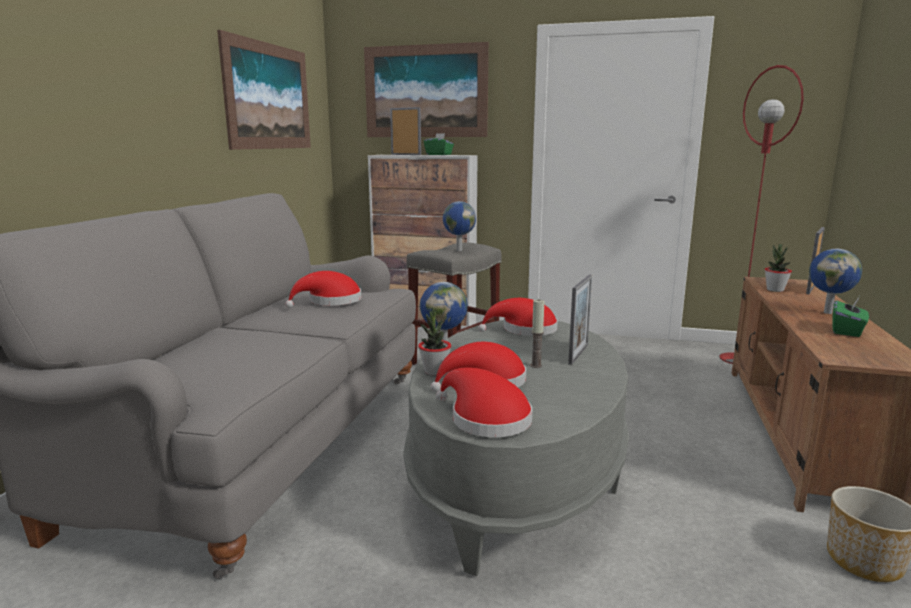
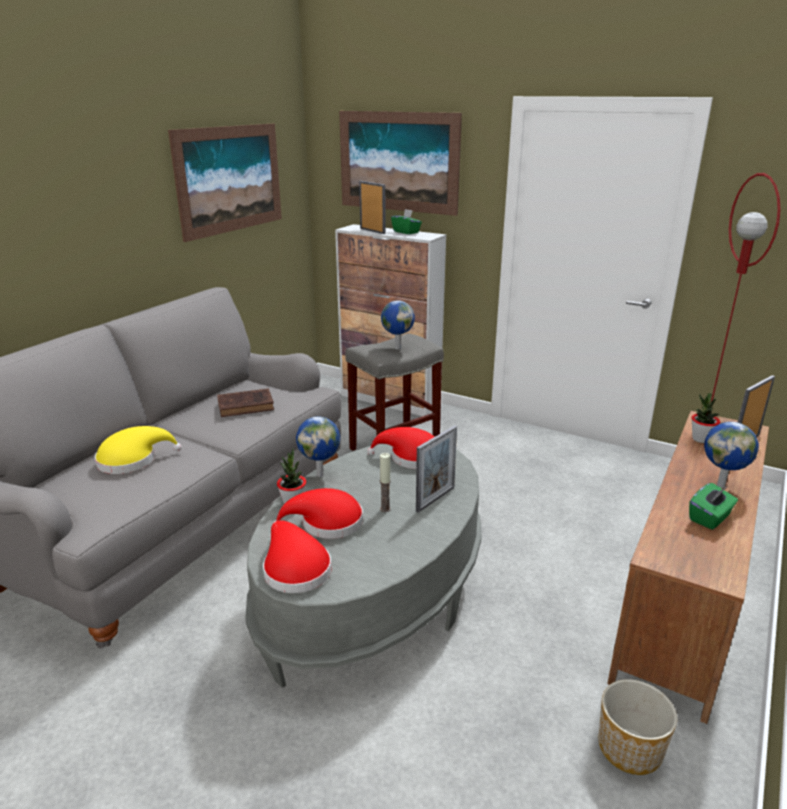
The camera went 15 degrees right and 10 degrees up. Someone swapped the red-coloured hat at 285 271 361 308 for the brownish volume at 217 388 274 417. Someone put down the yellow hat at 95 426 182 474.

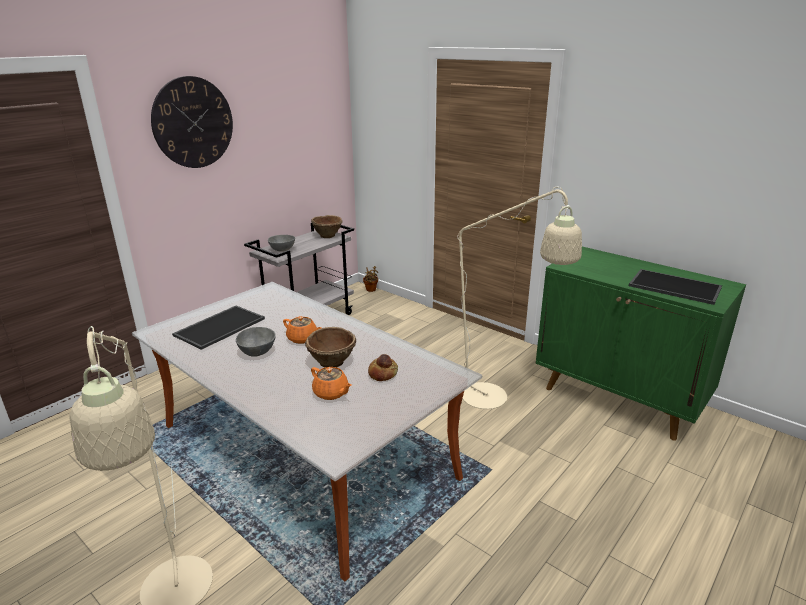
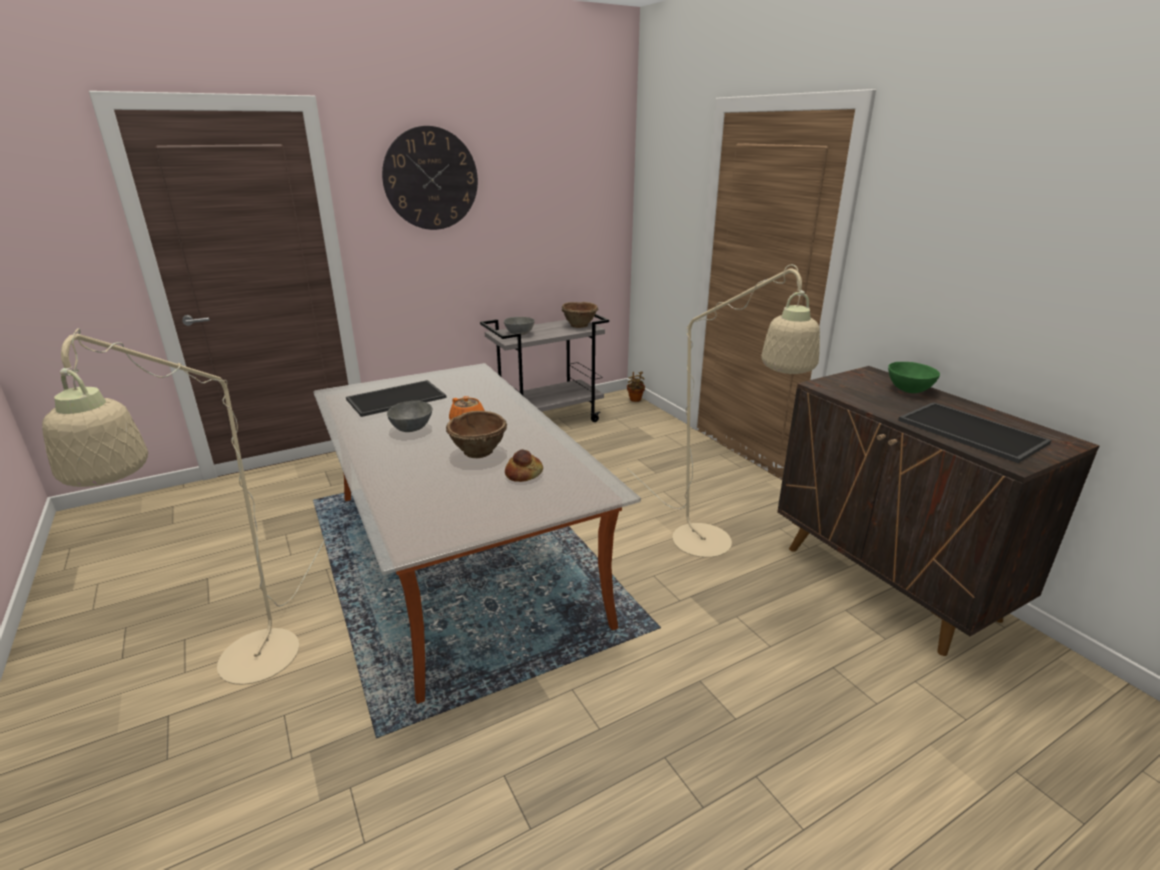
The camera went 20 degrees right and 0 degrees up. Someone repainted the greenish cabinet at 536 247 746 441, which became the brownish cabinet at 777 366 1099 656. Someone took away the orange tea pot at 311 367 352 400. Someone put down the greenish serving bowl at 888 362 940 393.

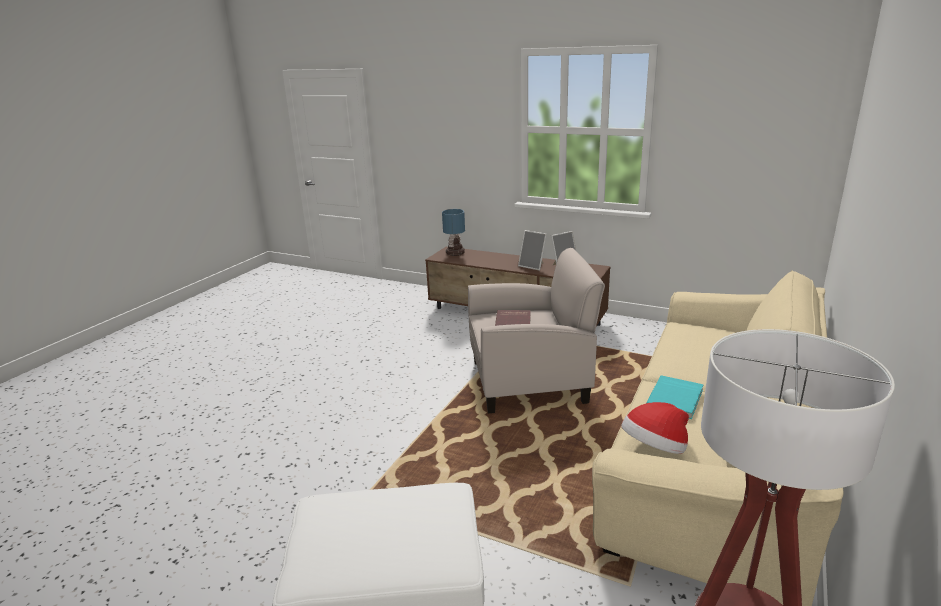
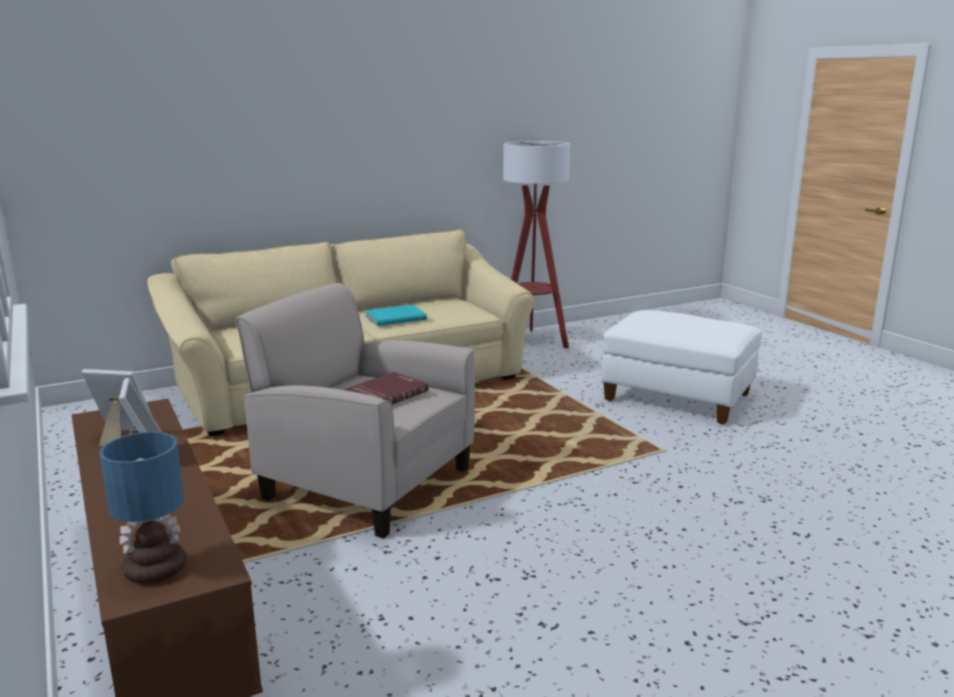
The camera went 145 degrees left and 5 degrees down. Someone took away the hat at 621 402 689 454.

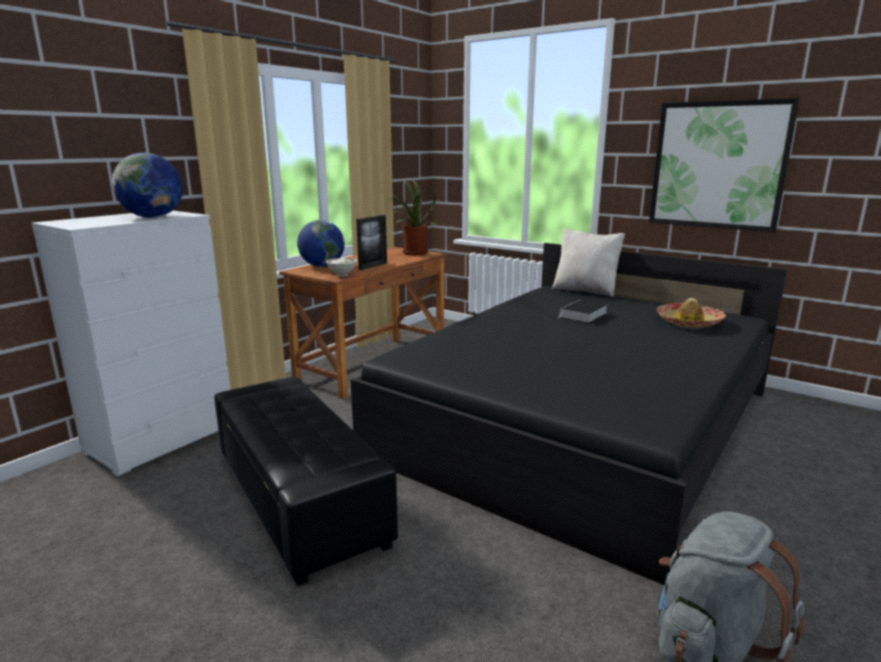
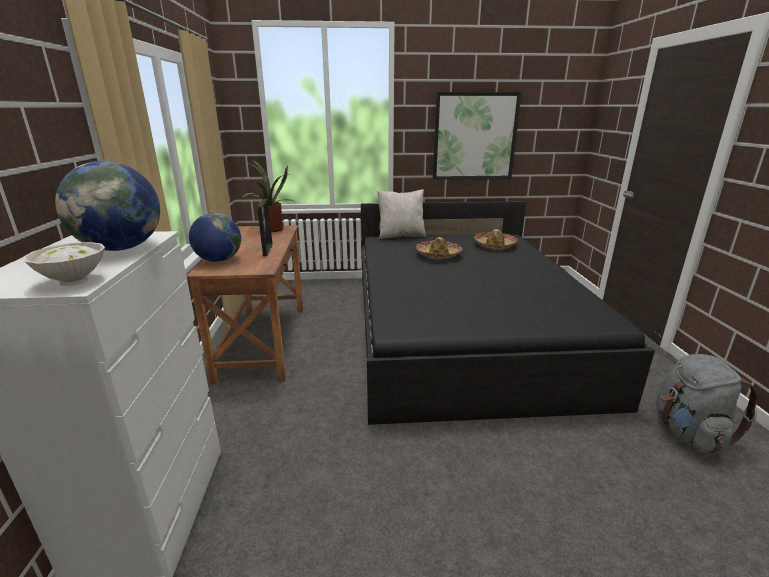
The camera went 40 degrees left and 5 degrees up. Someone carried the white serving bowl from 326 258 357 277 to 23 242 105 286. Someone swapped the volume at 557 300 607 322 for the hat at 416 237 462 259. Someone took away the blackish pouffe at 214 377 398 586.

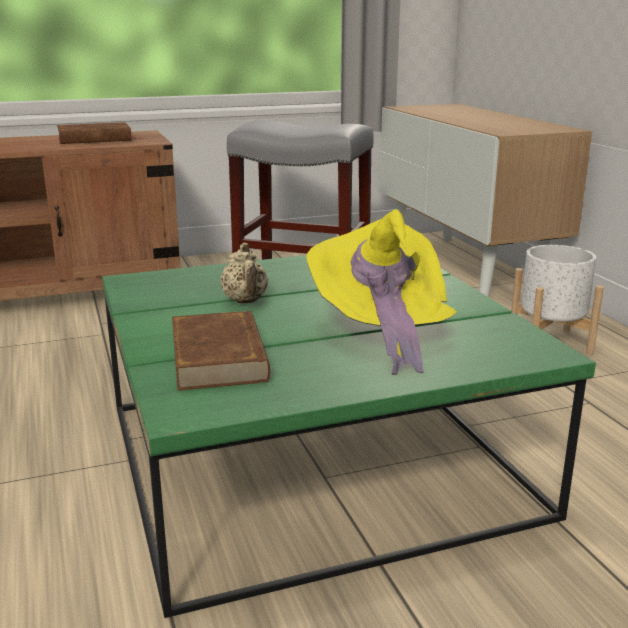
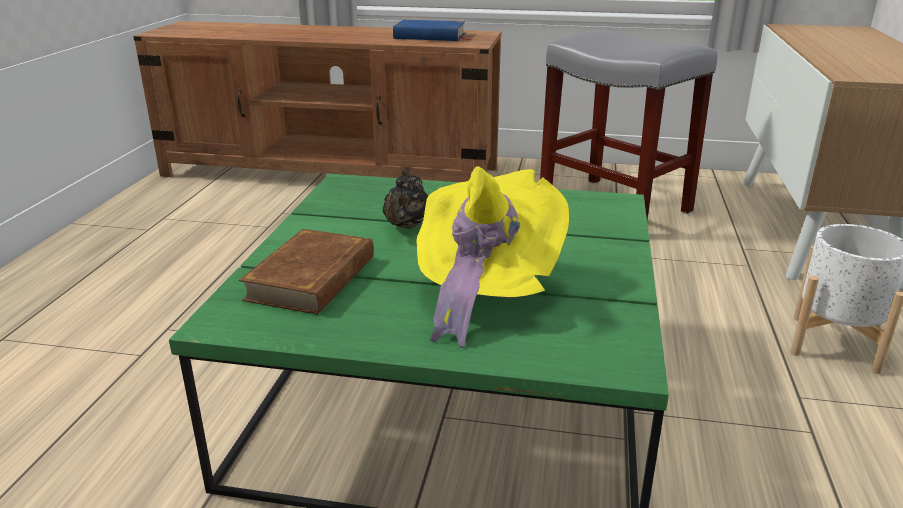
The camera went 30 degrees right and 5 degrees up. Someone repainted the brownish volume at 57 122 143 144, which became the blue-coloured volume at 393 20 472 41. Someone repainted the sand-coloured tea pot at 220 243 268 303, which became the blackish tea pot at 383 168 428 229.

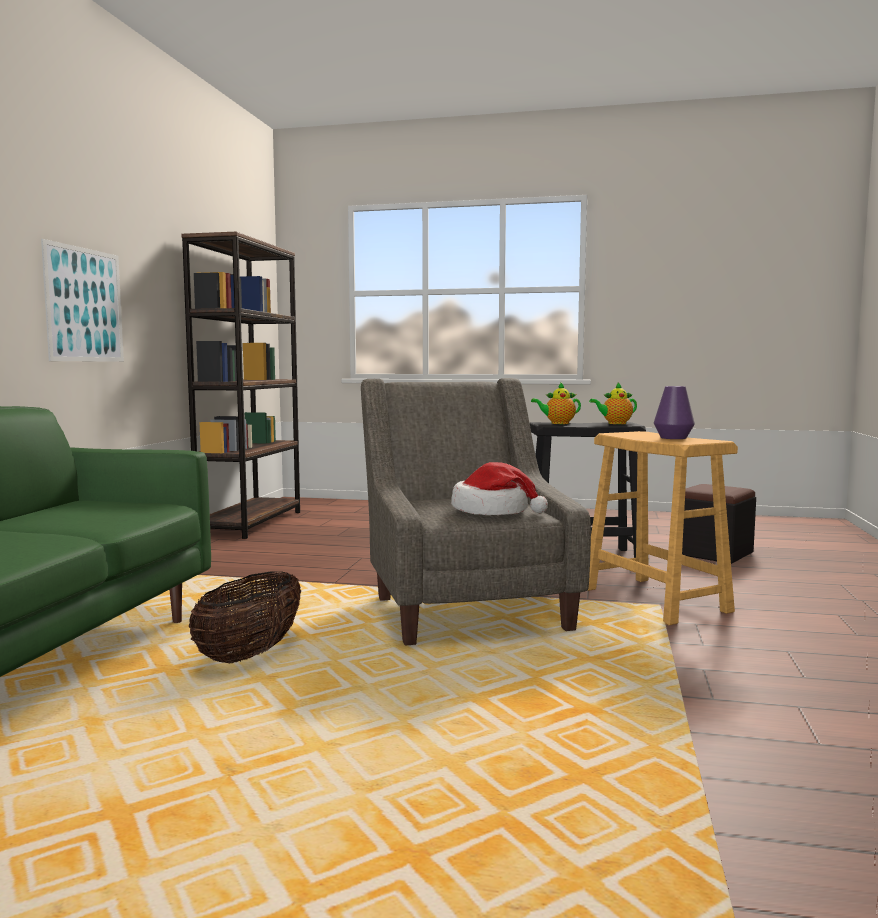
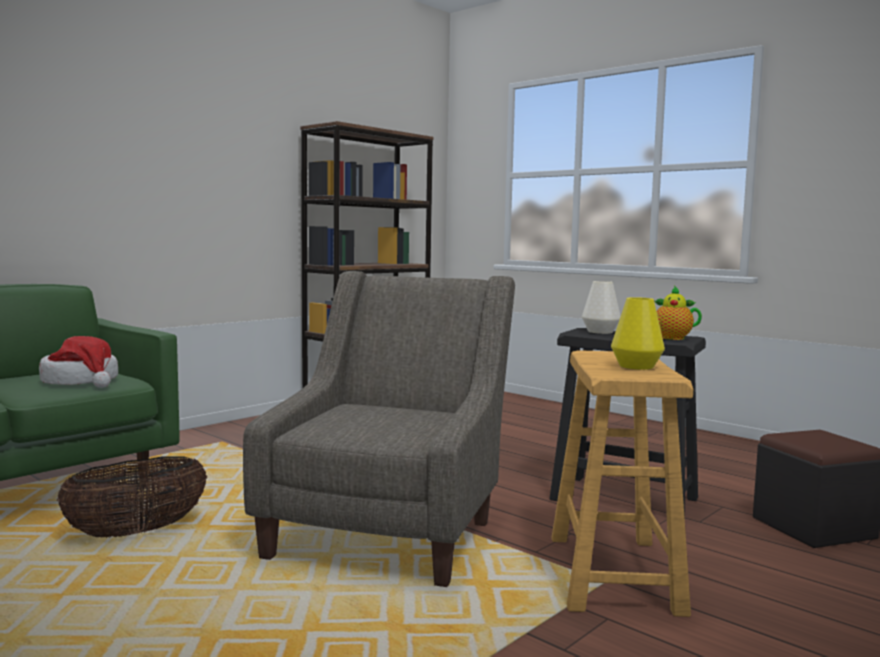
The camera went 30 degrees right and 0 degrees up. Someone took away the picture at 41 239 124 362. Someone swapped the tea pot at 531 382 581 424 for the white decorative vase at 582 281 621 334. Someone repainted the purple-coloured decorative vase at 654 386 695 439, which became the yellow decorative vase at 611 297 665 370. Someone carried the hat from 451 462 548 515 to 39 336 118 388.

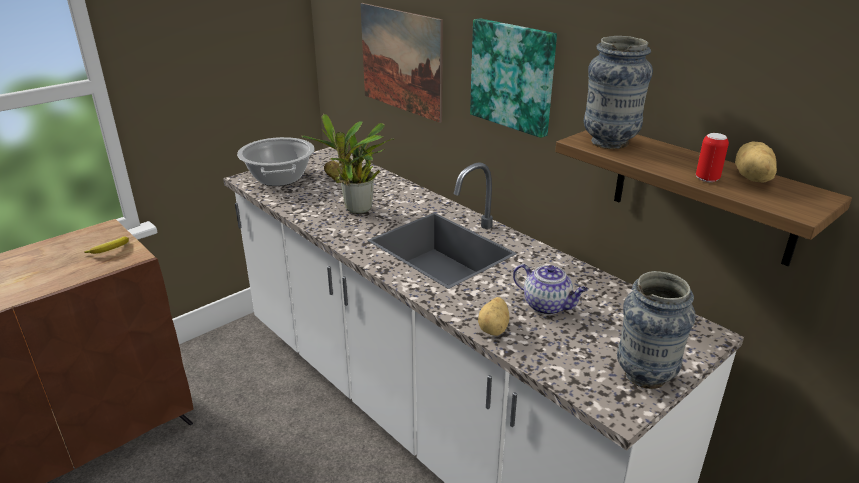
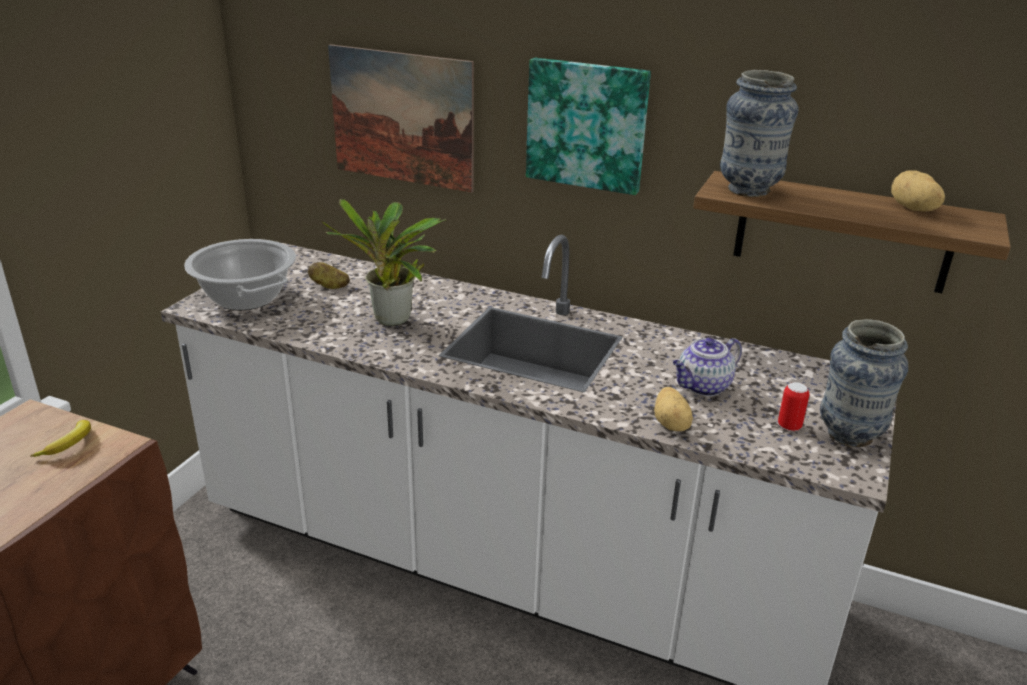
The camera went 25 degrees left and 0 degrees up. Someone carried the can from 696 133 729 182 to 778 382 809 431. Someone rotated the tea pot at 513 264 588 315 by 135 degrees clockwise.

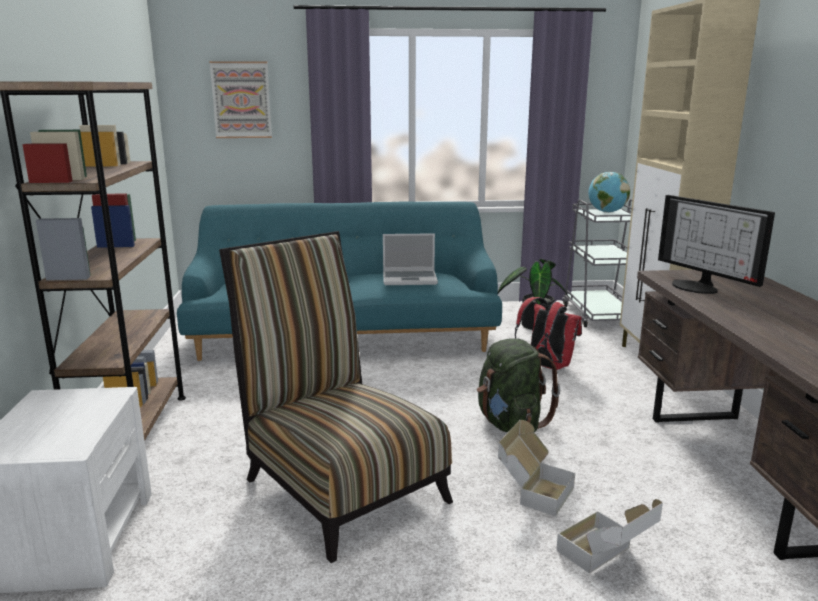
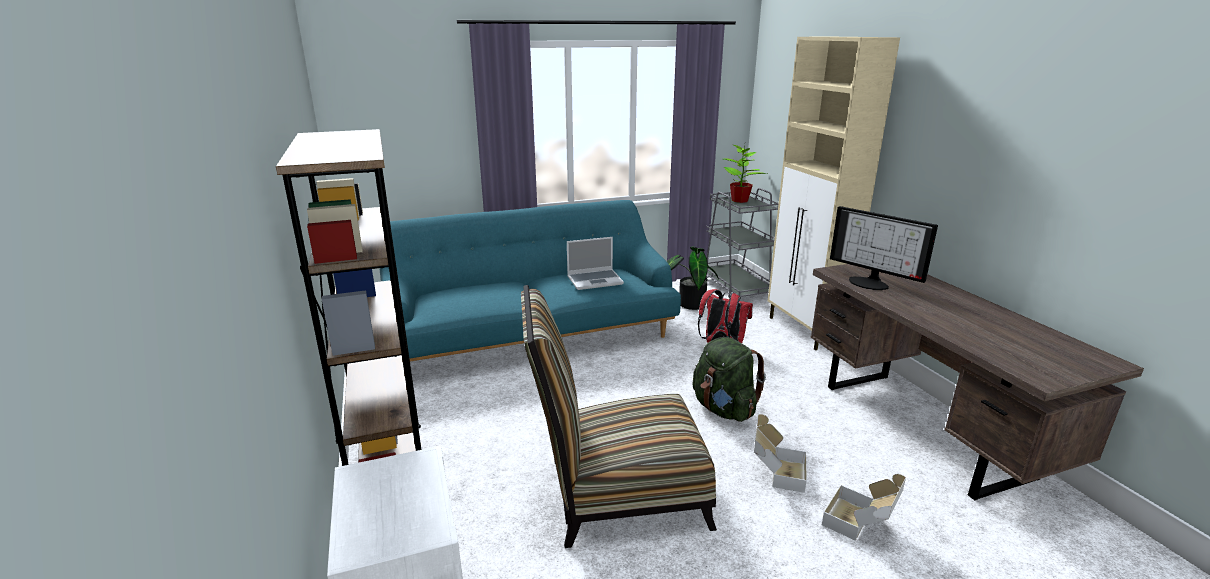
The camera went 15 degrees left and 5 degrees up. Someone took away the picture at 209 61 272 138. Someone swapped the world globe at 588 172 630 213 for the potted plant at 724 144 767 203. Someone rotated the plain chair at 219 231 453 563 by 45 degrees counterclockwise.

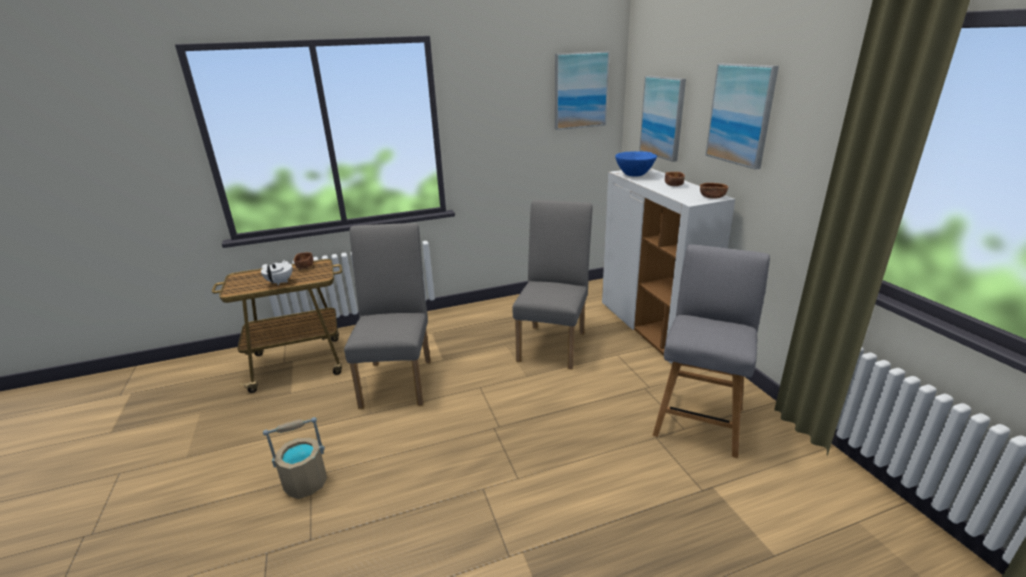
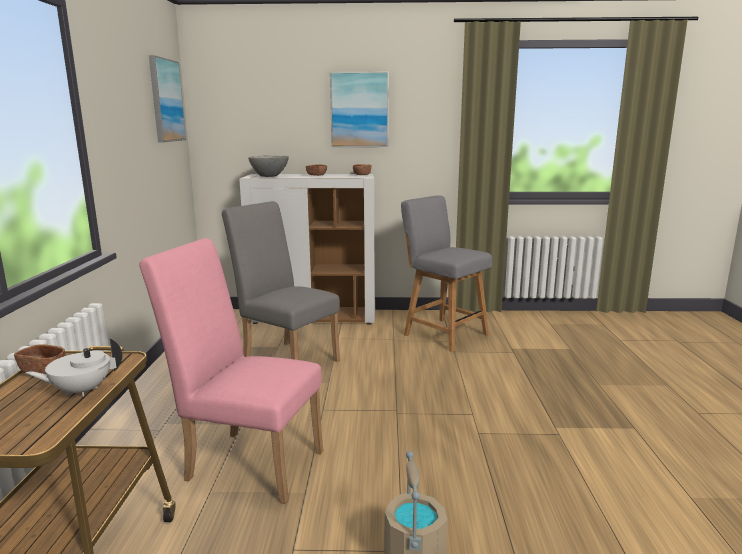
The camera went 70 degrees left and 10 degrees down. Someone took away the picture at 639 76 686 162. Someone repainted the blue-coloured serving bowl at 615 151 657 177, which became the gray serving bowl at 248 155 289 177. Someone repainted the gray plain chair at 344 223 431 409, which became the pink-coloured plain chair at 139 238 323 504. Someone rotated the white tea pot at 261 260 293 285 by 45 degrees counterclockwise.

